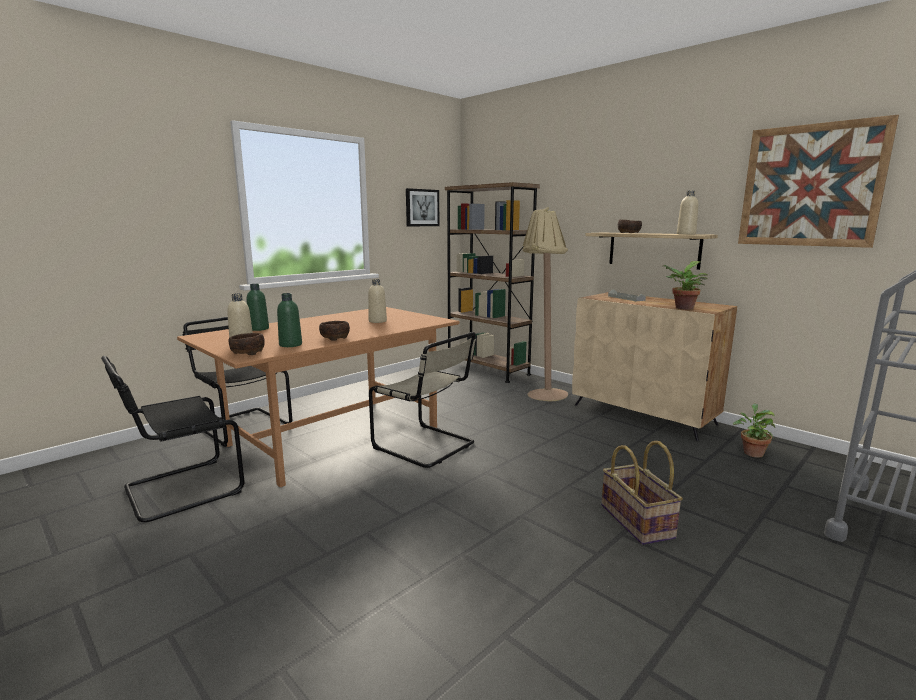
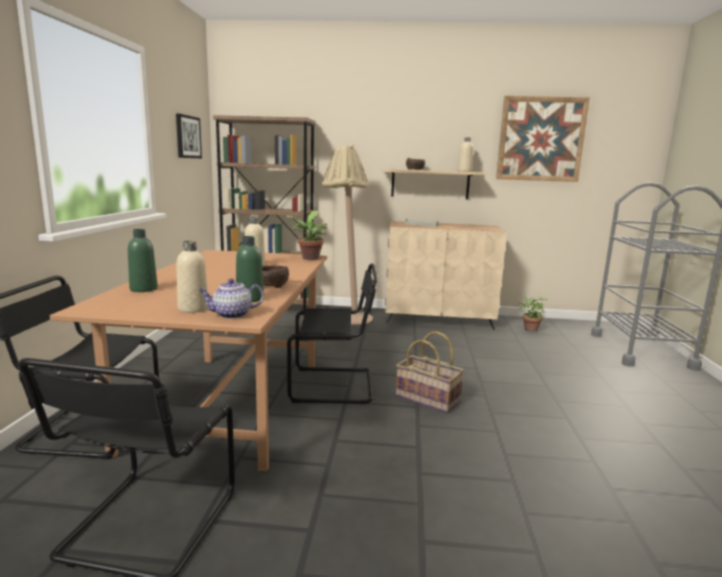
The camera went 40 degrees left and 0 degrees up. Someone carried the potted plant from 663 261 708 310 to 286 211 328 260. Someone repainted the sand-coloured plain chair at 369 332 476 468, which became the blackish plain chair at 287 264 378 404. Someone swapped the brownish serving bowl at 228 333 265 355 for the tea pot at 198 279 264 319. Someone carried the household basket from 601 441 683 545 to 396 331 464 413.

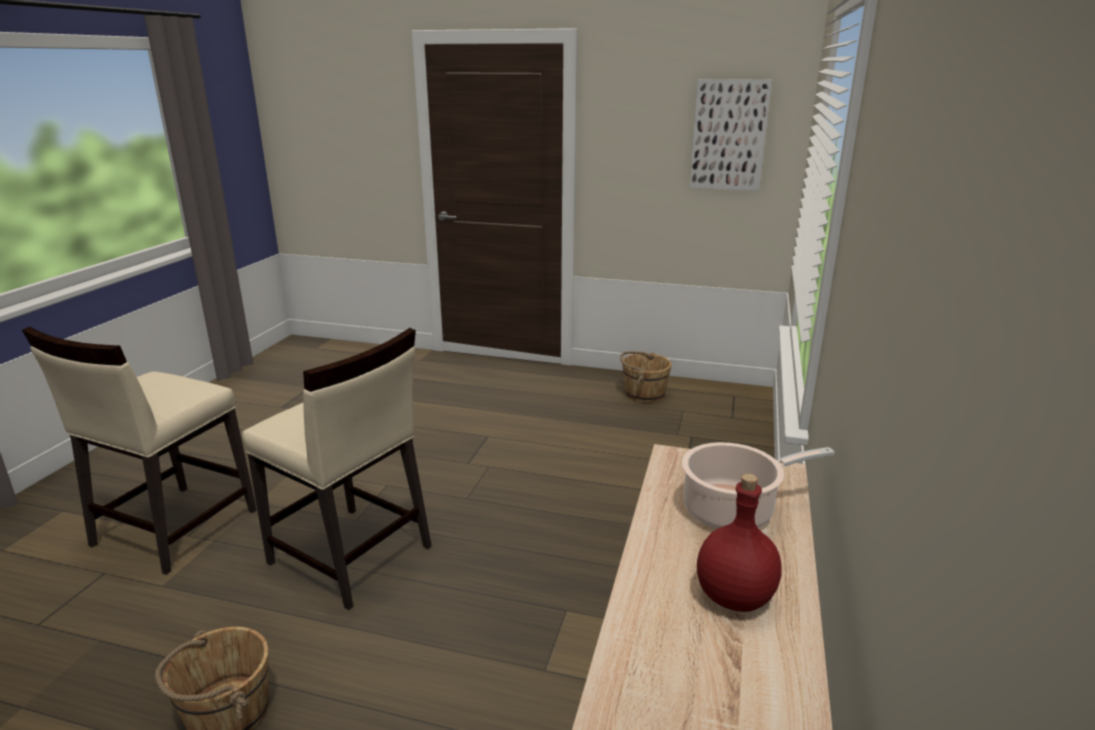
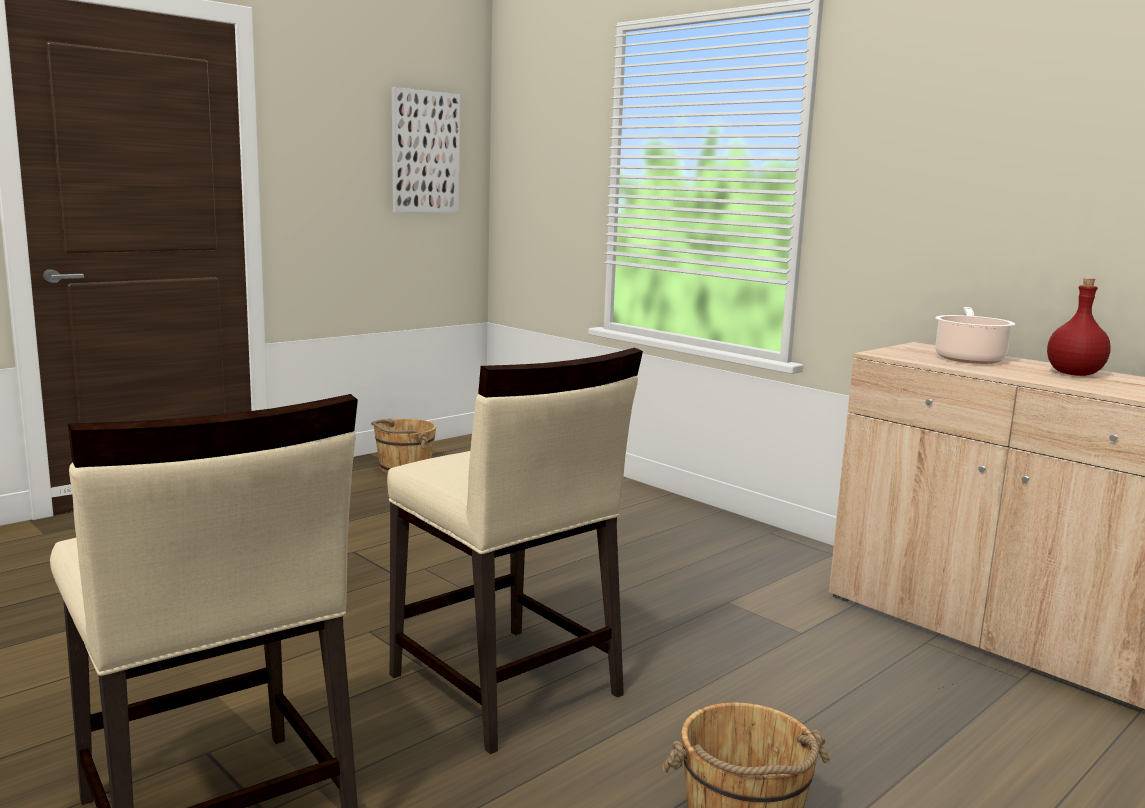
The camera went 60 degrees left and 10 degrees down. Someone rotated the sand-coloured plain chair at 242 328 432 610 by 75 degrees clockwise.

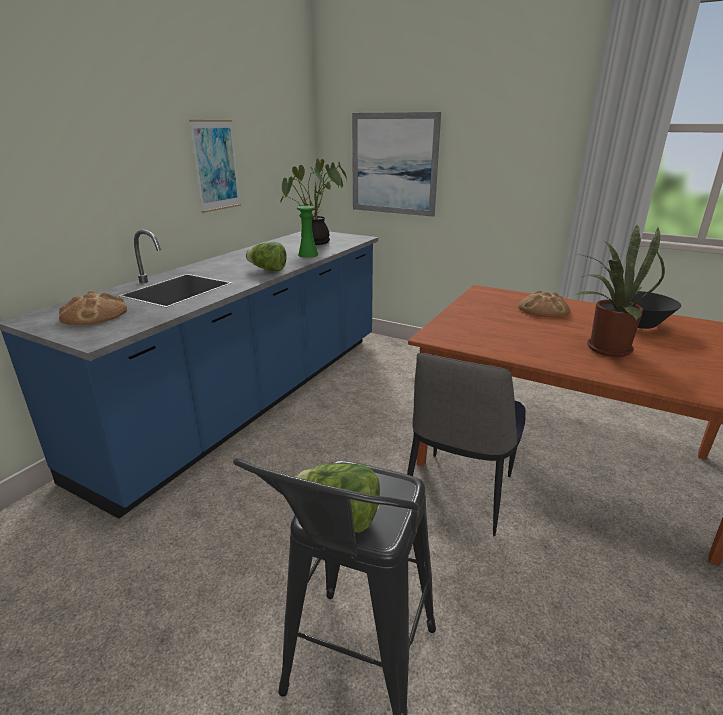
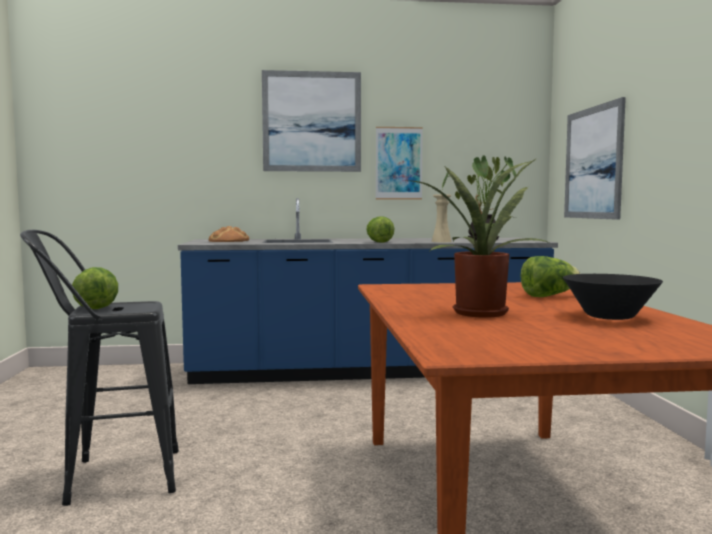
The camera went 55 degrees right and 20 degrees down. Someone repainted the greenish decorative vase at 297 206 318 258, which became the sand-coloured decorative vase at 432 195 452 242. Someone swapped the bread at 518 290 571 317 for the head of lettuce at 520 256 580 297. Someone took away the plain chair at 407 353 526 536. Someone put up the picture at 262 70 361 172.

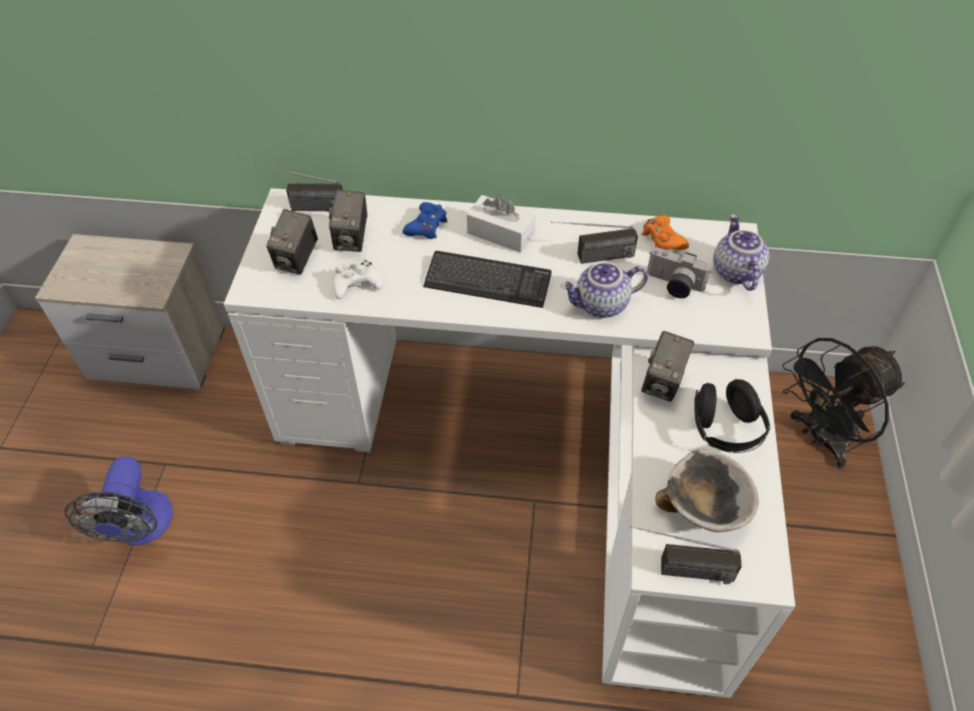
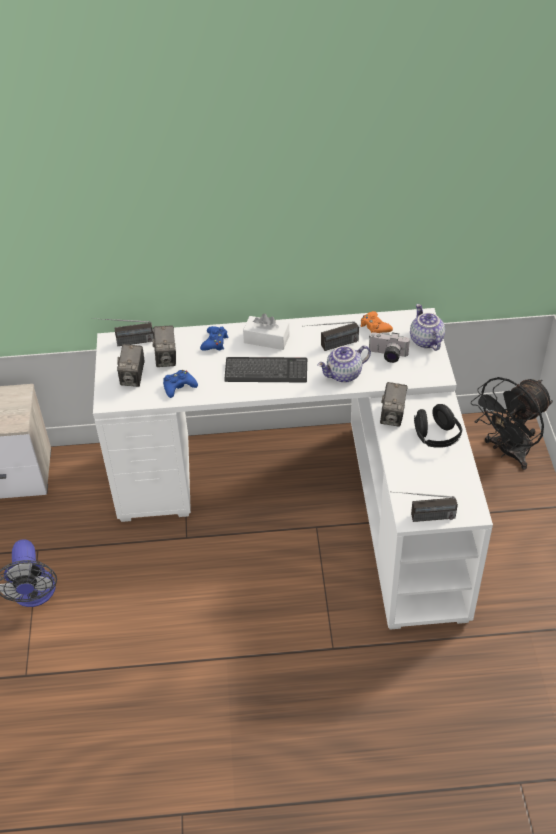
The camera went 10 degrees left and 5 degrees down. Someone repainted the white game controller at 333 260 383 299, which became the blue-coloured game controller at 163 370 198 398. Someone took away the serving bowl at 655 450 759 532.

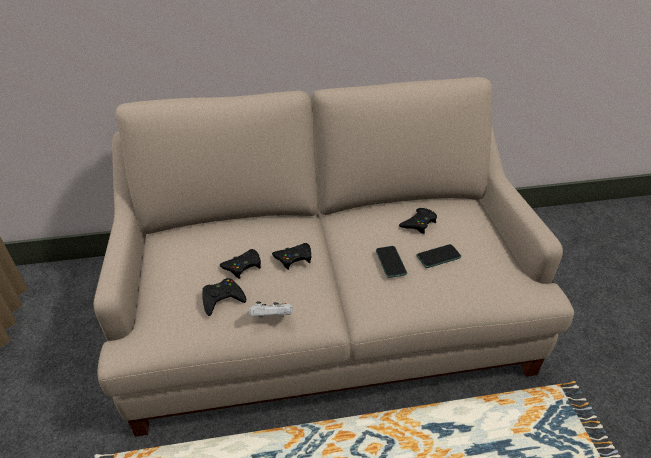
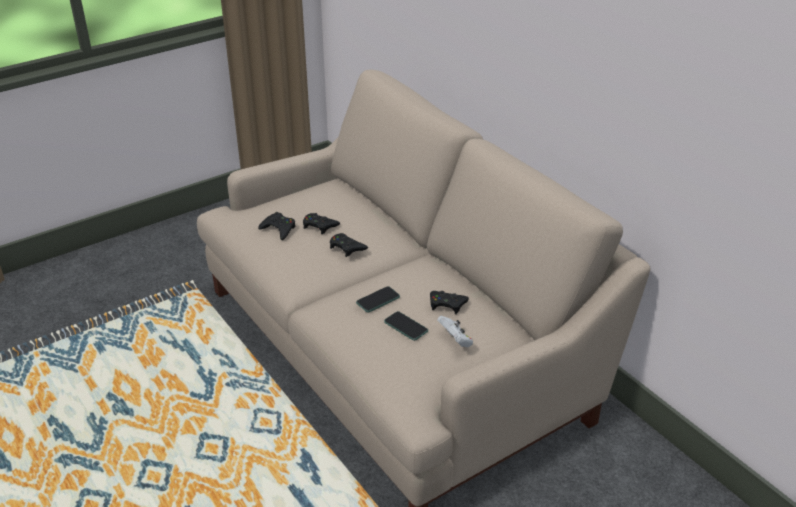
The camera went 65 degrees right and 5 degrees down. Someone carried the white game controller from 248 301 293 318 to 437 316 473 347.

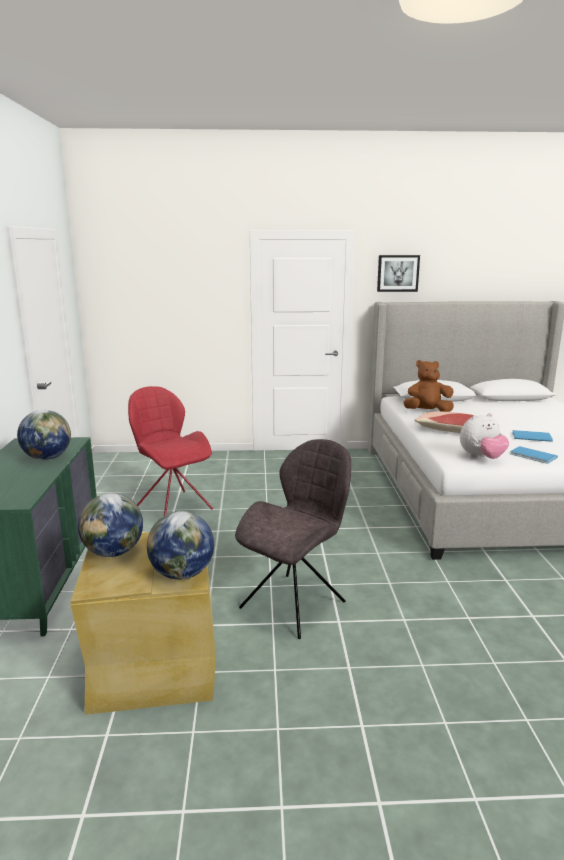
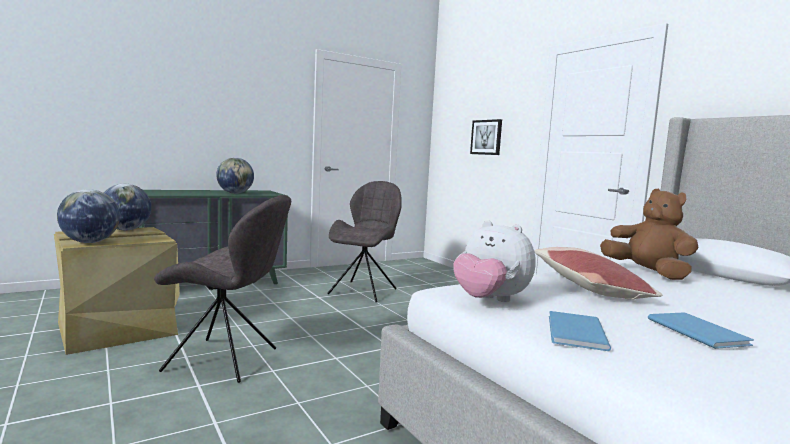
The camera went 60 degrees right and 10 degrees down. Someone carried the picture from 377 255 420 292 to 470 119 502 155. Someone repainted the red-coloured plain chair at 128 386 213 516, which became the gray plain chair at 327 181 402 303.

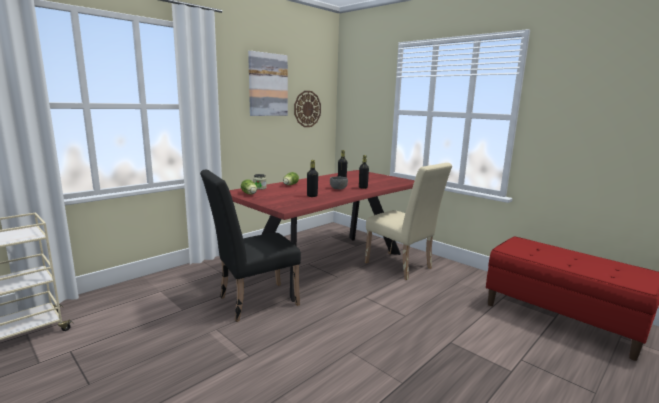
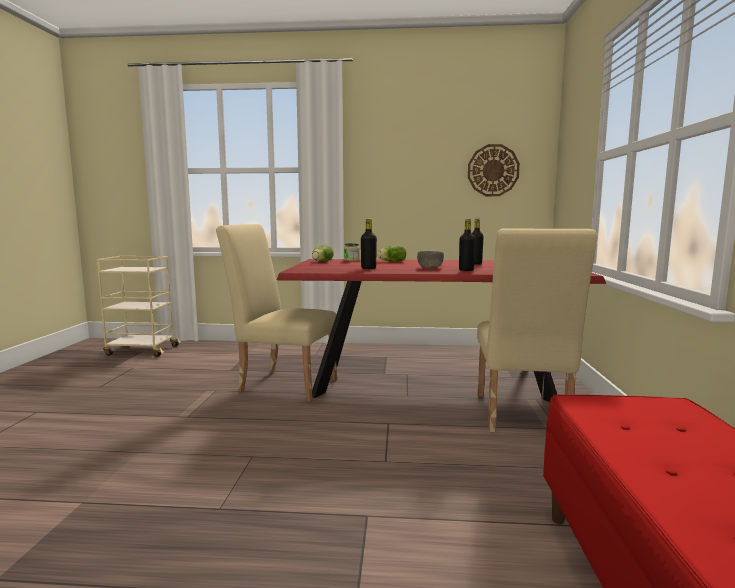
The camera went 50 degrees right and 5 degrees down. Someone took away the picture at 248 51 288 116. Someone repainted the blackish plain chair at 200 170 301 322, which became the sand-coloured plain chair at 216 224 337 402.

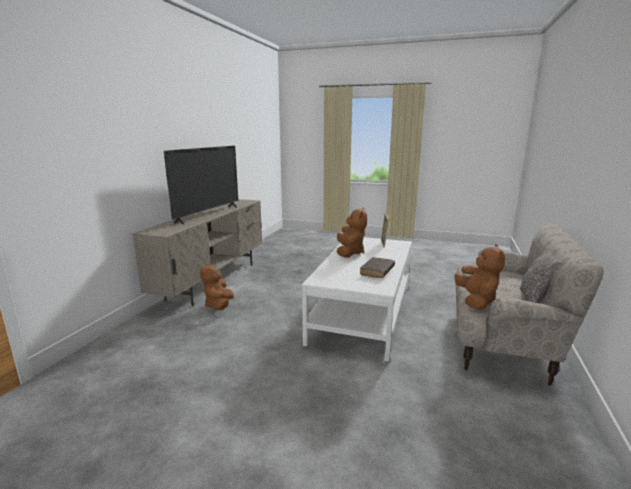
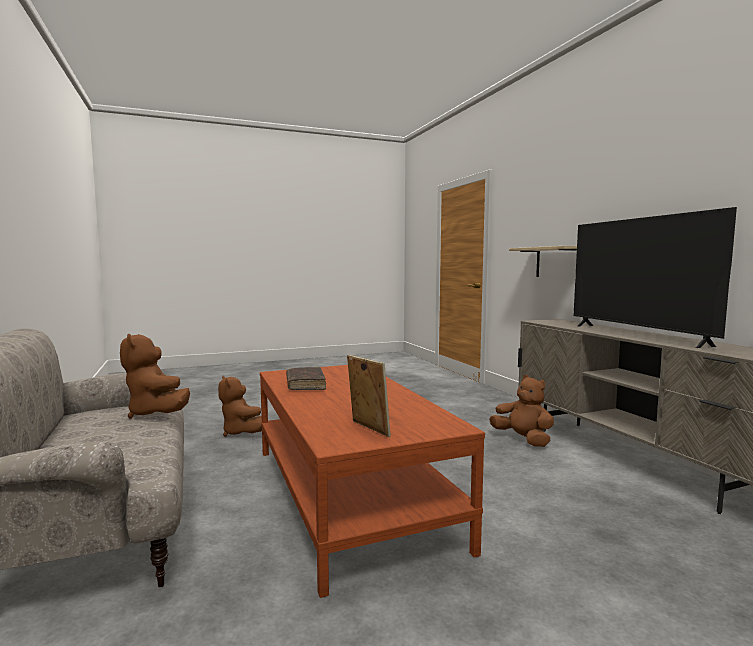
The camera went 140 degrees right and 10 degrees down. Someone carried the brownish plush toy from 337 207 367 258 to 218 376 262 437. Someone repainted the white coffee table at 302 237 412 362, which became the brownish coffee table at 260 365 485 598. Someone took away the throw pillow at 520 245 562 303. Someone put up the sand-coloured bracket shelf at 509 246 577 277.

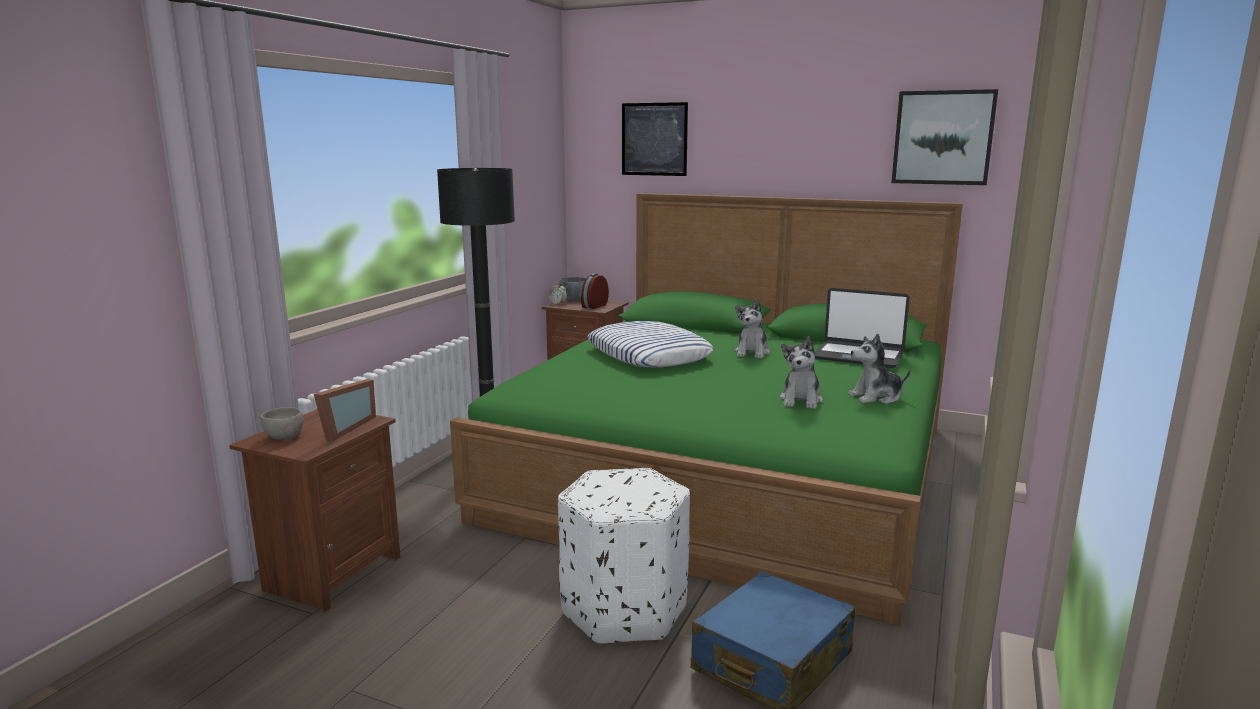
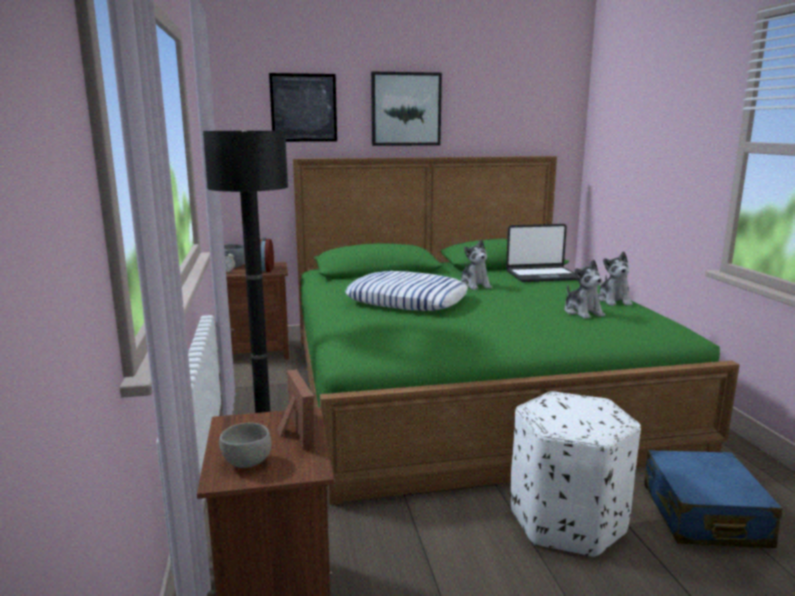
The camera went 35 degrees left and 0 degrees up. Someone carried the picture from 892 89 998 185 to 371 72 442 146. Someone rotated the plush toy at 848 334 911 404 by 45 degrees counterclockwise.

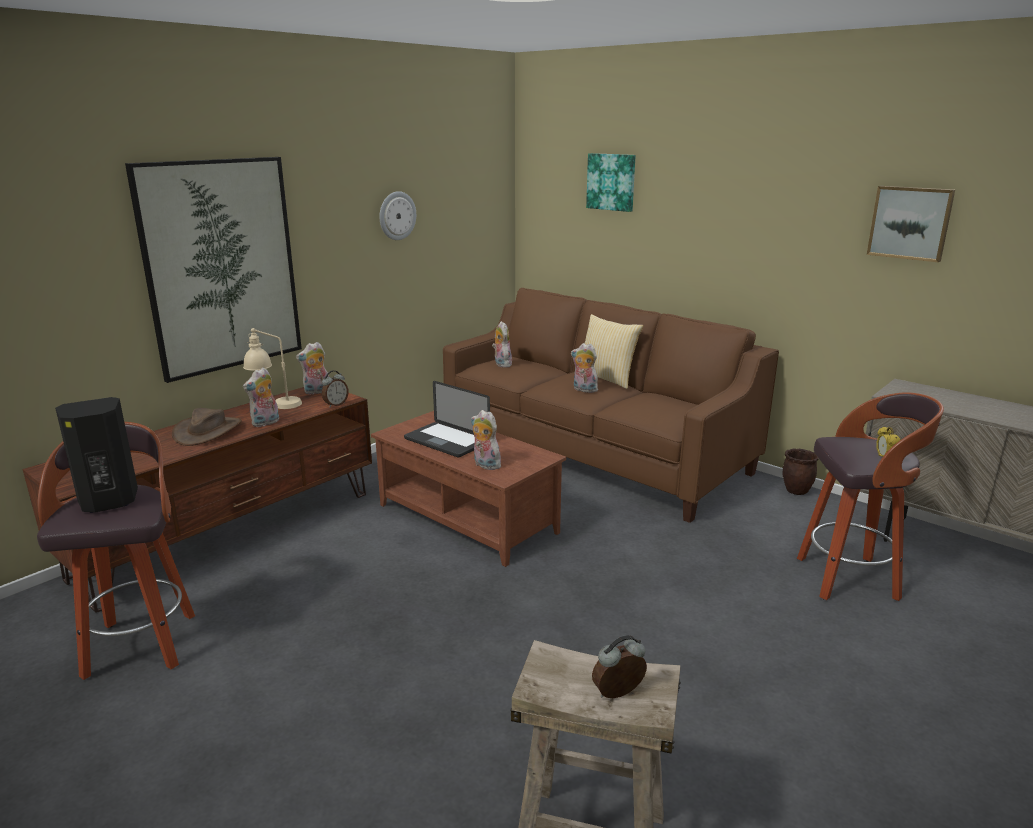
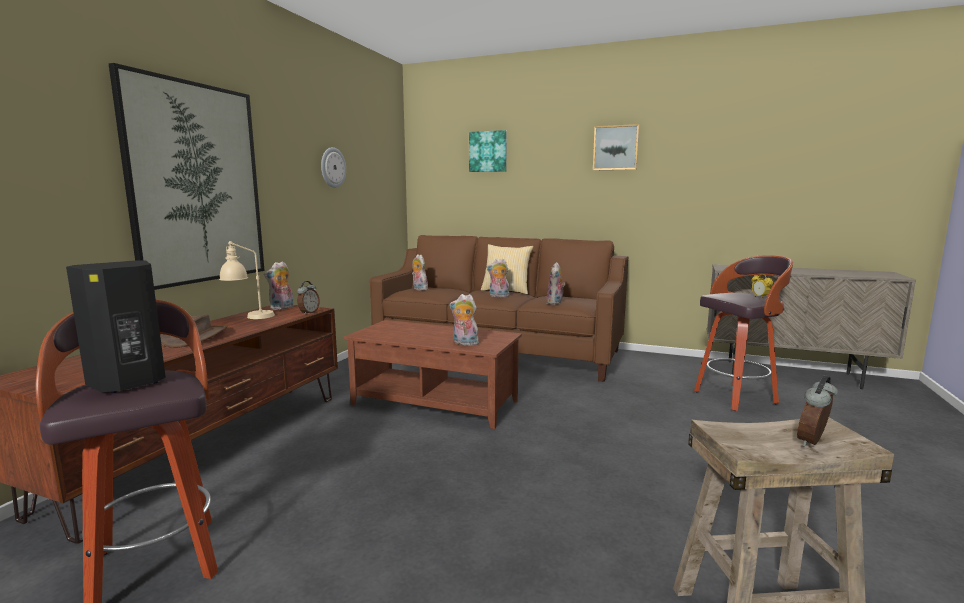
The camera went 20 degrees left and 10 degrees down. Someone carried the picture from 867 186 955 262 to 593 124 639 170. Someone carried the plush toy from 243 368 279 427 to 547 262 566 305. Someone took away the portable computer at 404 381 490 458. Someone took away the brownish planter at 782 448 818 495.

